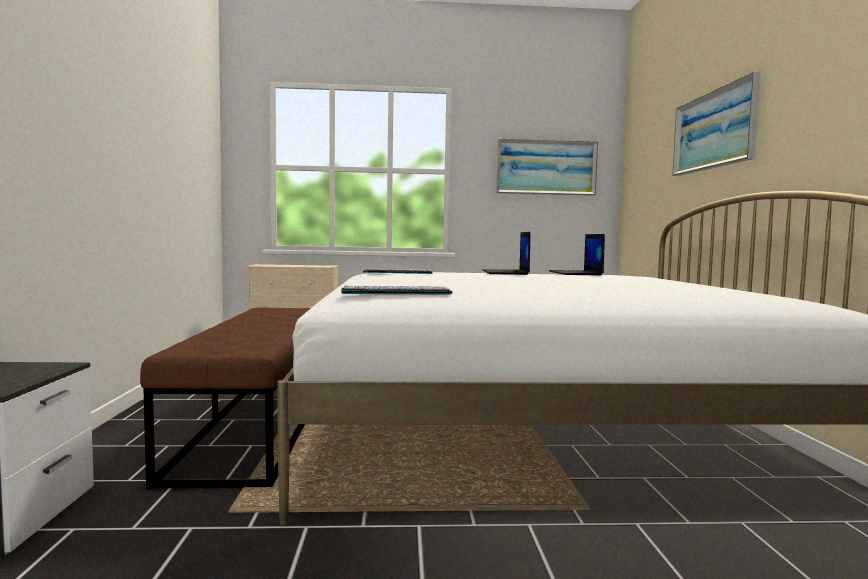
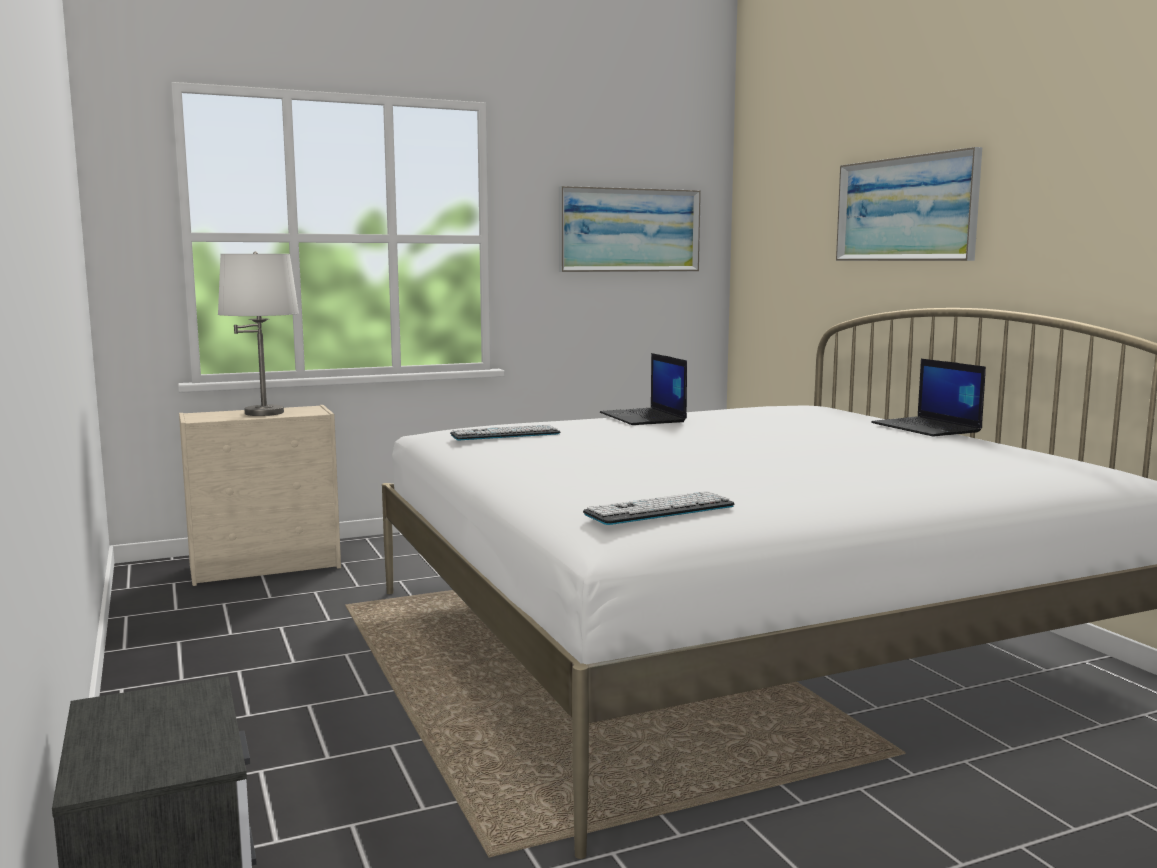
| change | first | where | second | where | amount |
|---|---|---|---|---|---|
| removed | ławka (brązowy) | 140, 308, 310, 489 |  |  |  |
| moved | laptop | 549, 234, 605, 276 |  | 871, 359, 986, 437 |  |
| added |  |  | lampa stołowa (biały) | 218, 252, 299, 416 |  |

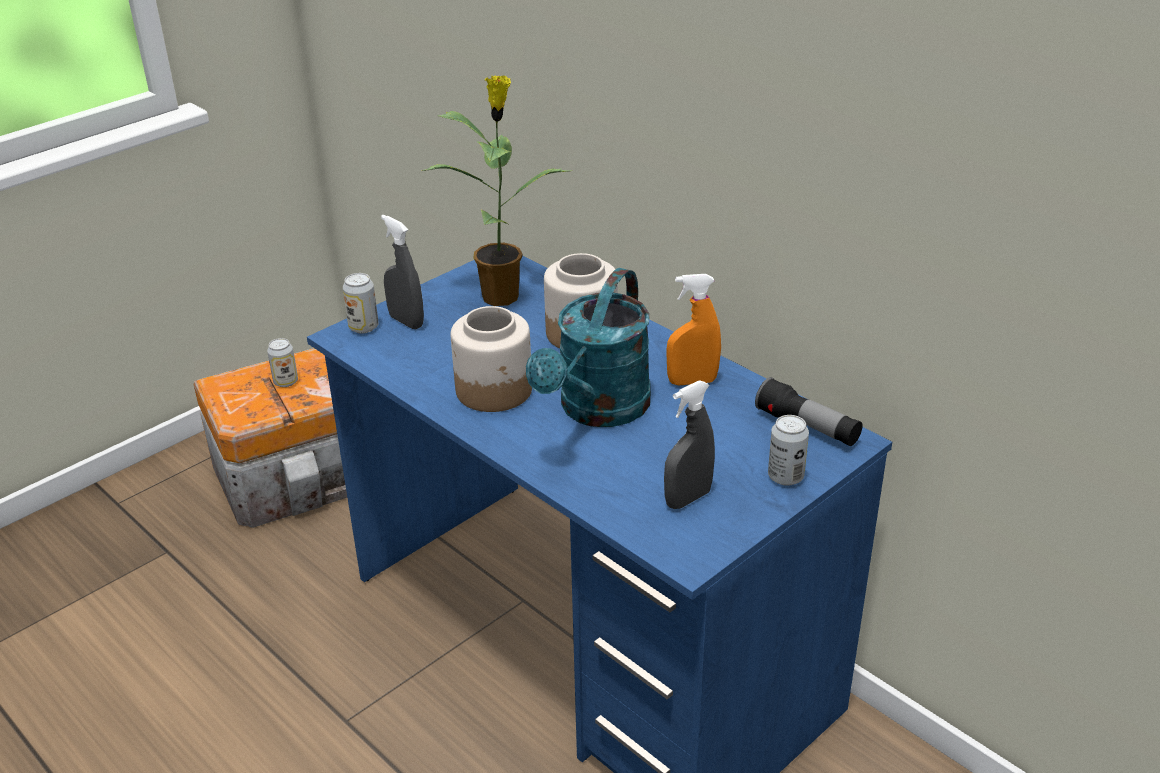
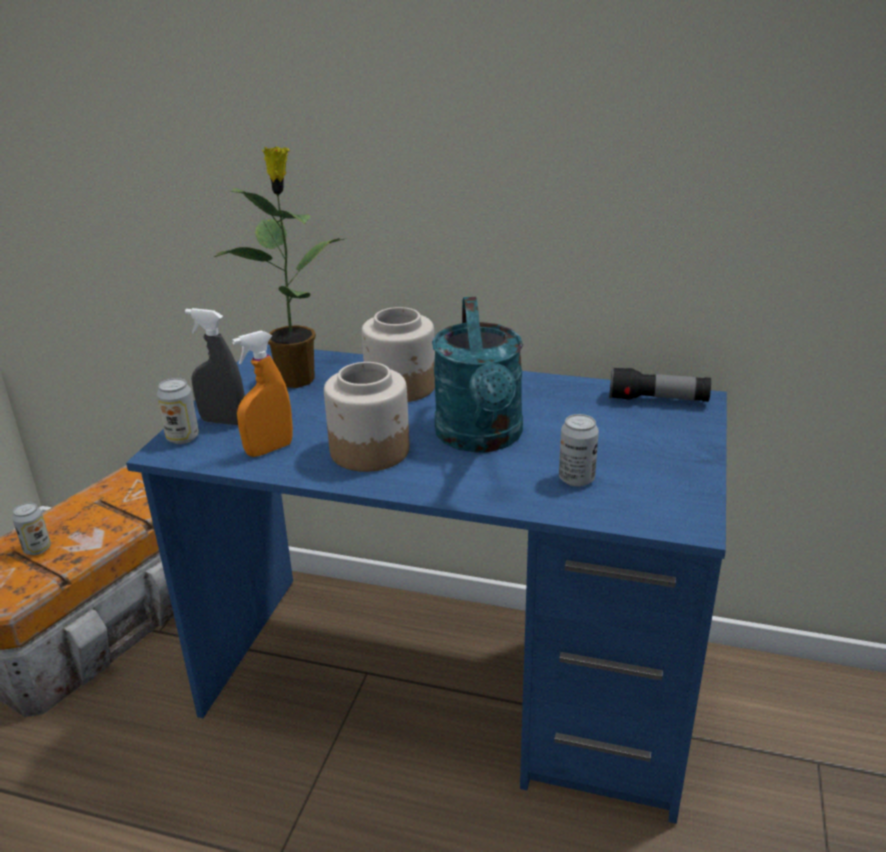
| change | first | where | second | where | amount |
|---|---|---|---|---|---|
| removed | spryskiwacz (szary) | 664, 380, 715, 509 |  |  |  |
| moved | spryskiwacz (pomarańczowy) | 666, 274, 721, 385 |  | 232, 331, 293, 457 |  |
| moved | puszka | 768, 415, 809, 486 |  | 559, 414, 599, 487 |  |

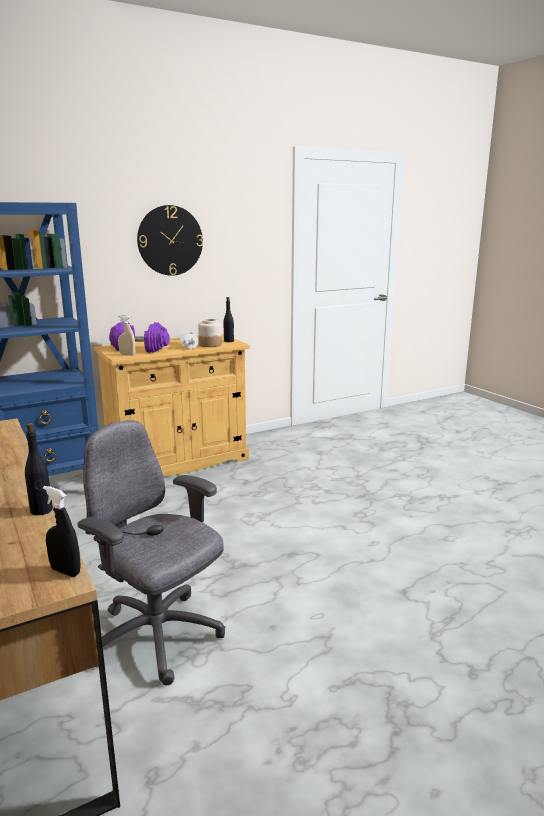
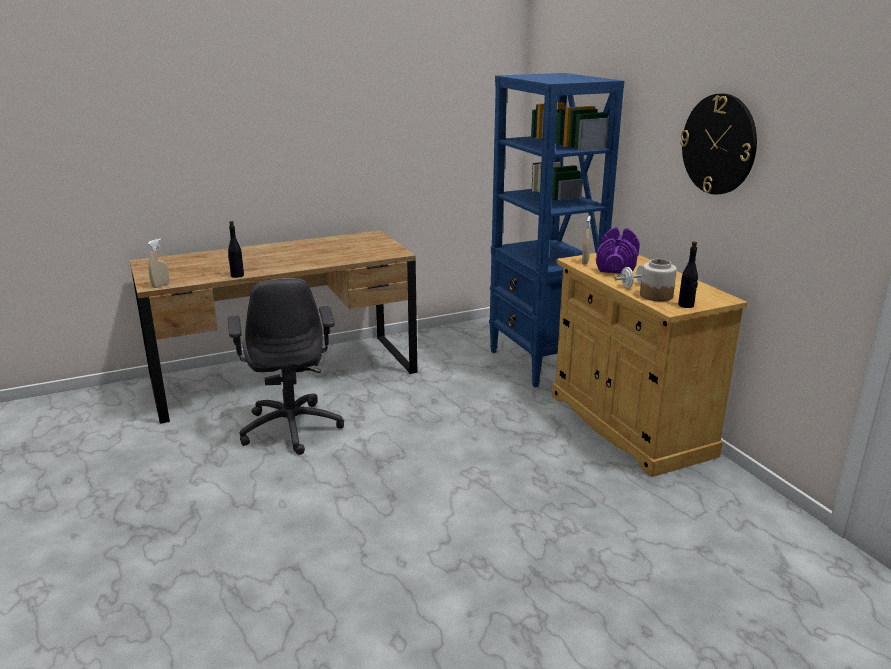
| change | first | where | second | where | amount |
|---|---|---|---|---|---|
| recoloured | spryskiwacz (czarny) | 43, 486, 81, 577 | spryskiwacz (beżowy) | 148, 238, 169, 288 |  |
| turned | krzesło biurowe (szary) | 77, 420, 225, 685 |  | 228, 278, 344, 455 | 120 degrees clockwise |

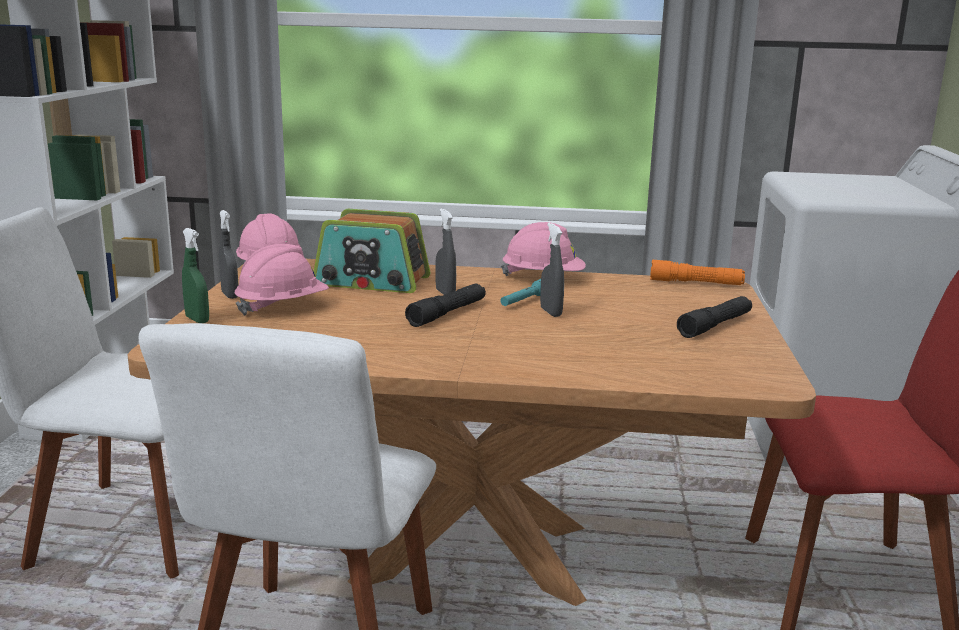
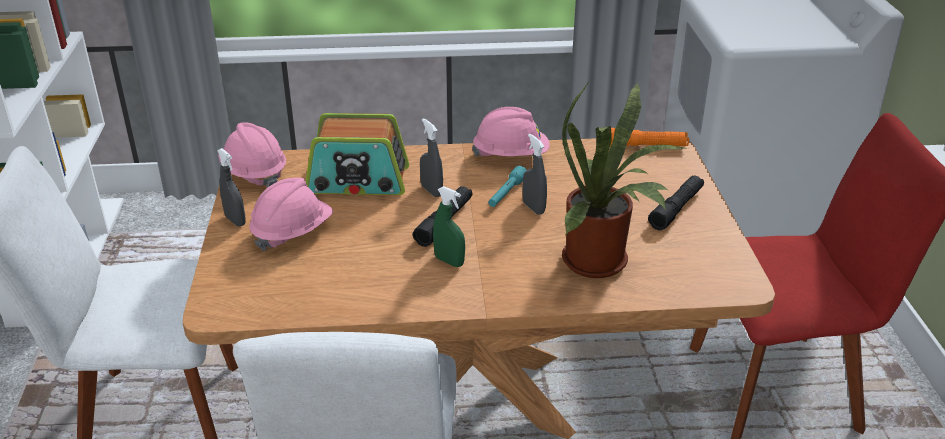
| change | first | where | second | where | amount |
|---|---|---|---|---|---|
| moved | spryskiwacz (zielony) | 182, 228, 209, 323 |  | 433, 186, 465, 267 |  |
| added |  |  | roślina doniczkowa | 562, 83, 688, 278 |  |

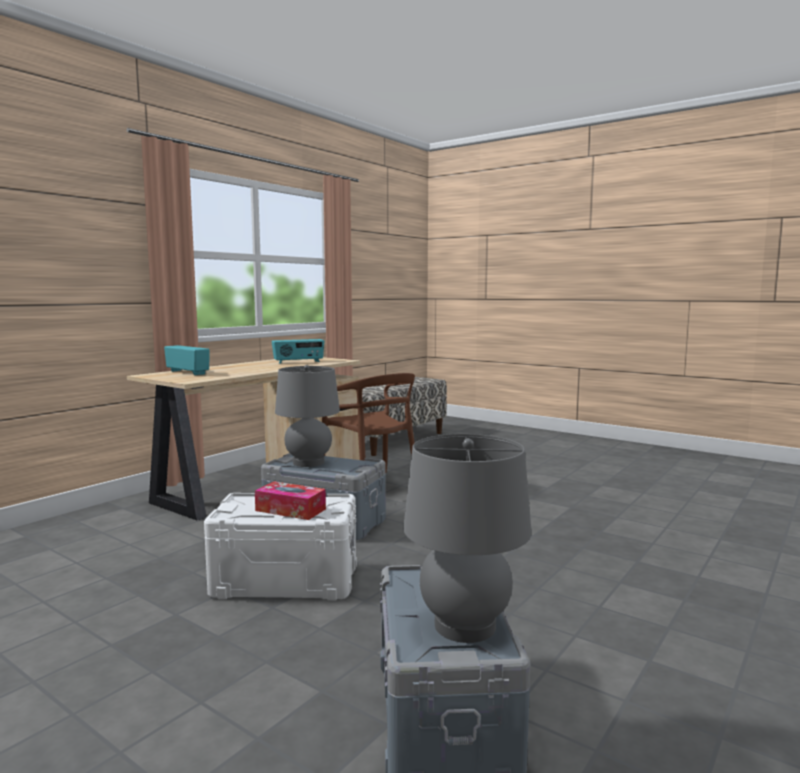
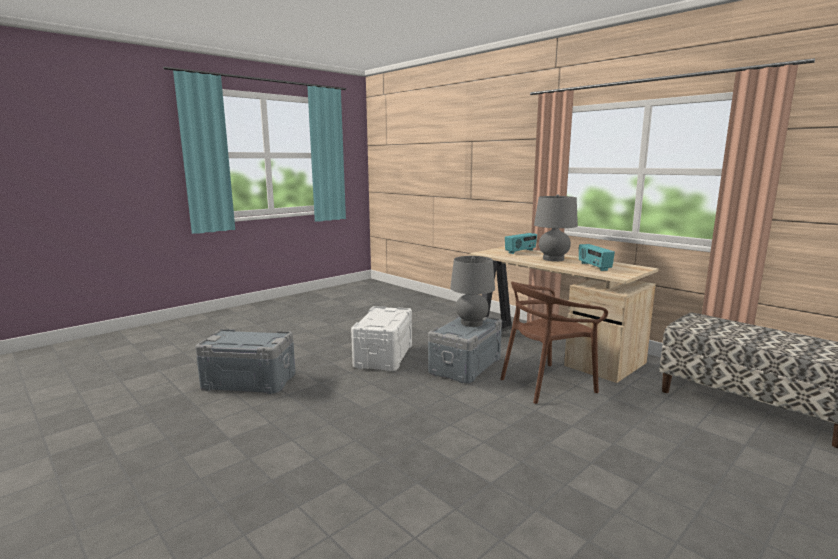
| change | first | where | second | where | amount |
|---|---|---|---|---|---|
| removed | pudełko chusteczek | 255, 482, 326, 520 |  |  |  |
| moved | lampa stołowa (szary) | 403, 434, 532, 643 |  | 534, 194, 578, 261 |  |

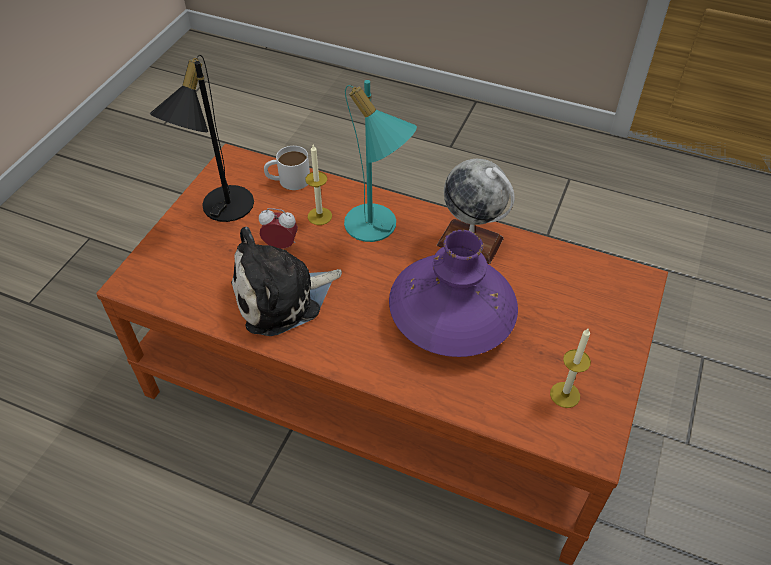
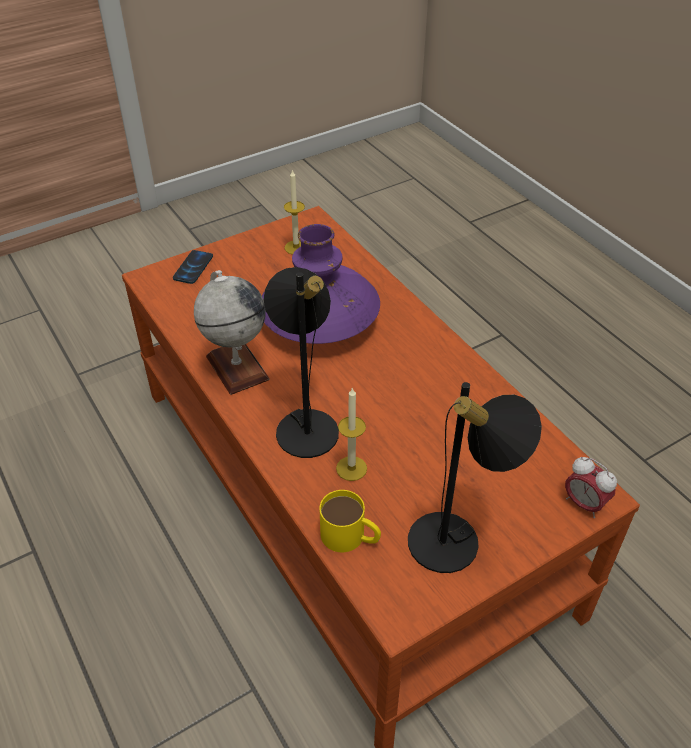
| change | first | where | second | where | amount |
|---|---|---|---|---|---|
| removed | pluszak | 231, 227, 342, 336 |  |  |  |
| moved | budzik | 259, 208, 298, 249 |  | 565, 457, 617, 518 |  |
| recoloured | kubek (biały) | 264, 146, 310, 190 | kubek (żółty) | 320, 490, 381, 552 |  |
| recoloured | lampa stołowa (turkusowy) | 344, 80, 417, 242 | lampa stołowa (czarny) | 264, 267, 339, 458 |  |
| added |  |  | telefon | 173, 250, 213, 284 |  |

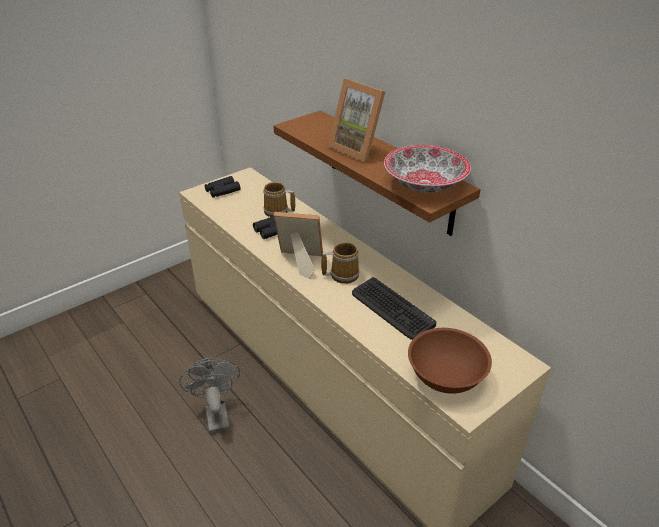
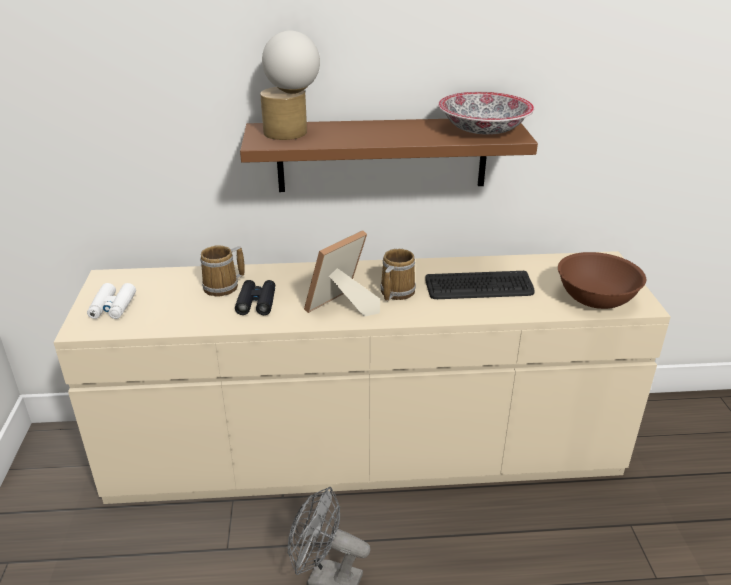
| change | first | where | second | where | amount |
|---|---|---|---|---|---|
| recoloured | lornetka (czarny) | 205, 176, 241, 197 | lornetka (biały) | 87, 283, 136, 319 |  |
| removed | ramka na zdjęcie | 328, 79, 386, 162 |  |  |  |
| added |  |  | lampa stołowa | 260, 31, 320, 140 |  |

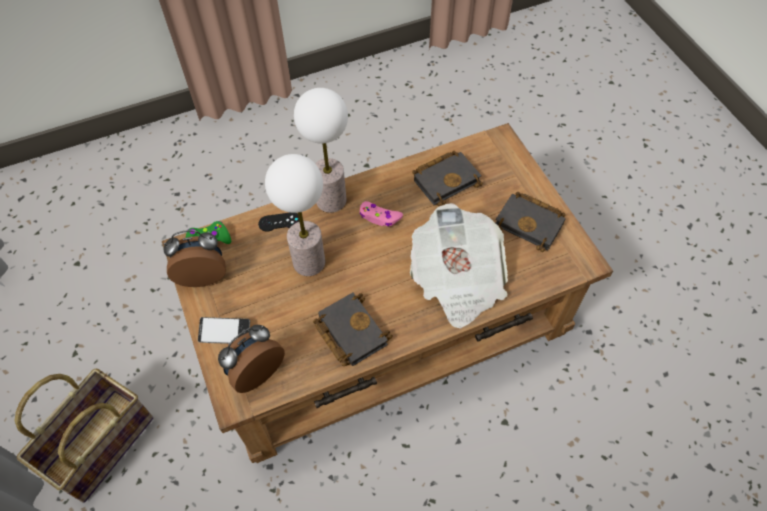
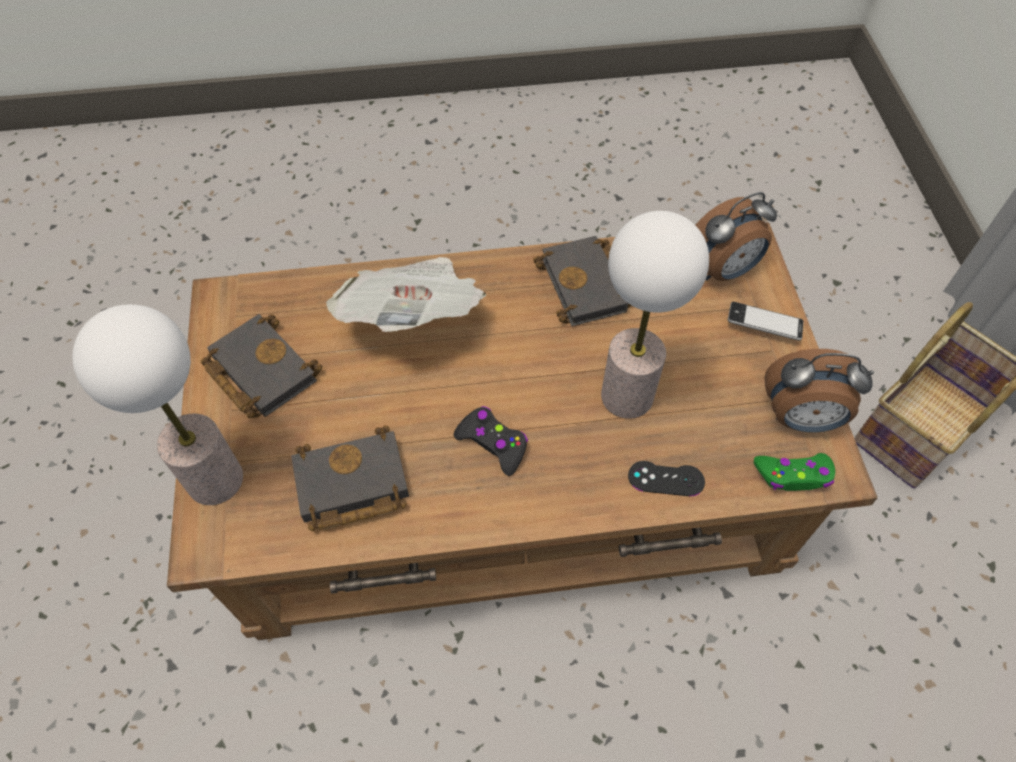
| change | first | where | second | where | amount |
|---|---|---|---|---|---|
| moved | lampa stołowa | 294, 88, 348, 213 |  | 72, 304, 243, 505 |  |
| recoloured | pad do gier (różowy) | 360, 201, 403, 227 | pad do gier (czarny) | 454, 406, 528, 476 |  |

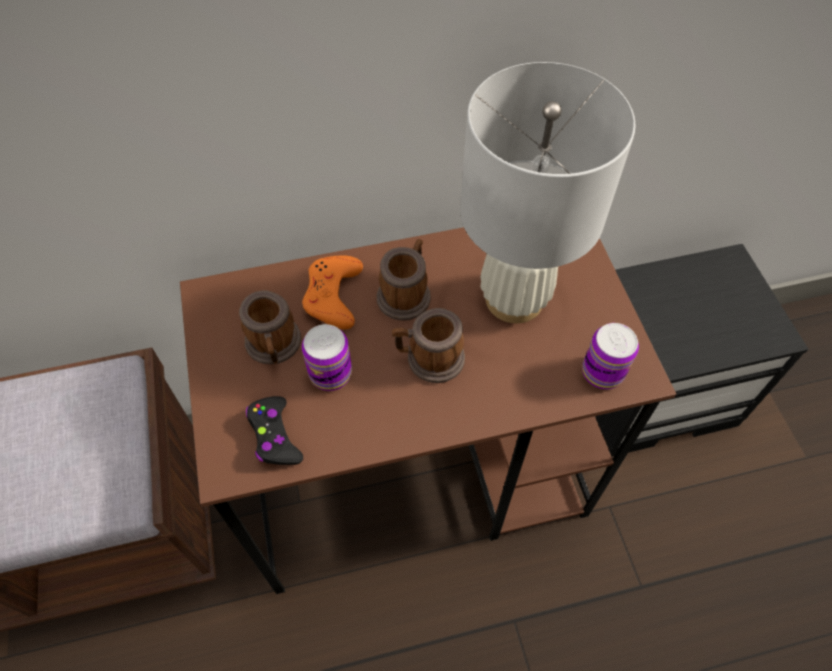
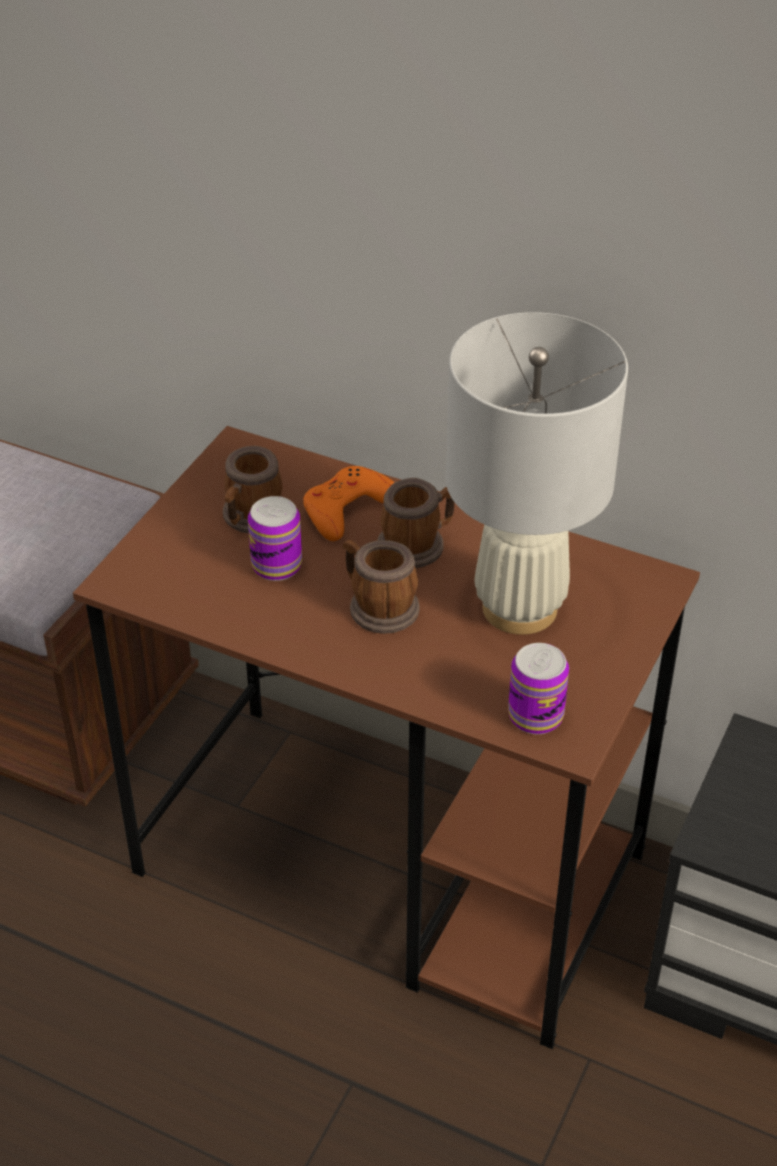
| change | first | where | second | where | amount |
|---|---|---|---|---|---|
| removed | pad do gier (czarny) | 246, 396, 303, 465 |  |  |  |

